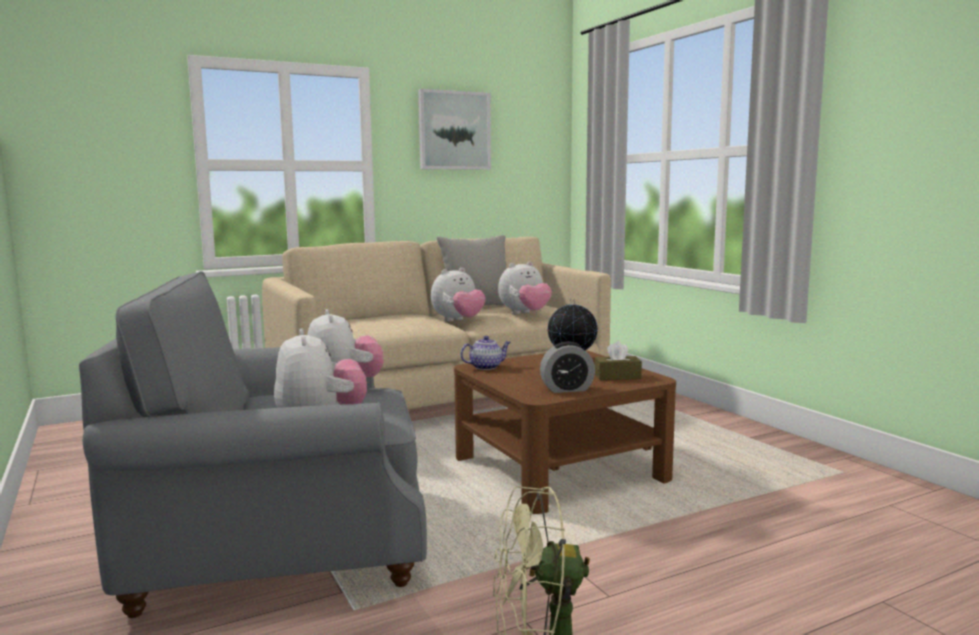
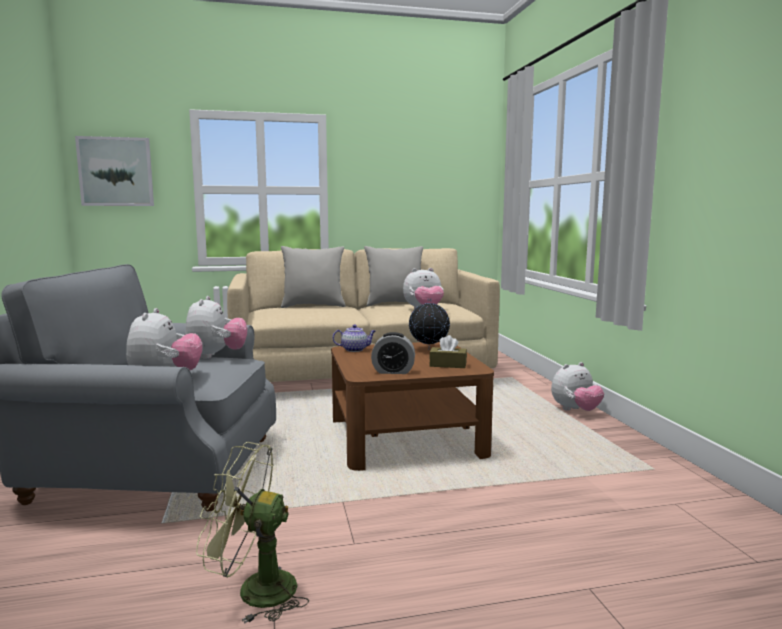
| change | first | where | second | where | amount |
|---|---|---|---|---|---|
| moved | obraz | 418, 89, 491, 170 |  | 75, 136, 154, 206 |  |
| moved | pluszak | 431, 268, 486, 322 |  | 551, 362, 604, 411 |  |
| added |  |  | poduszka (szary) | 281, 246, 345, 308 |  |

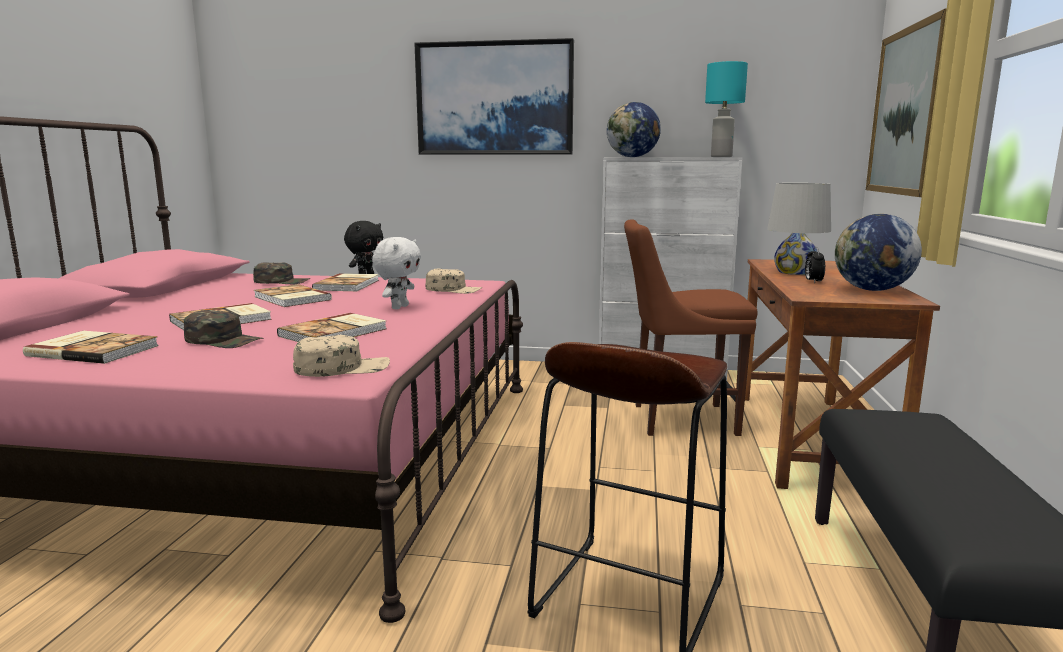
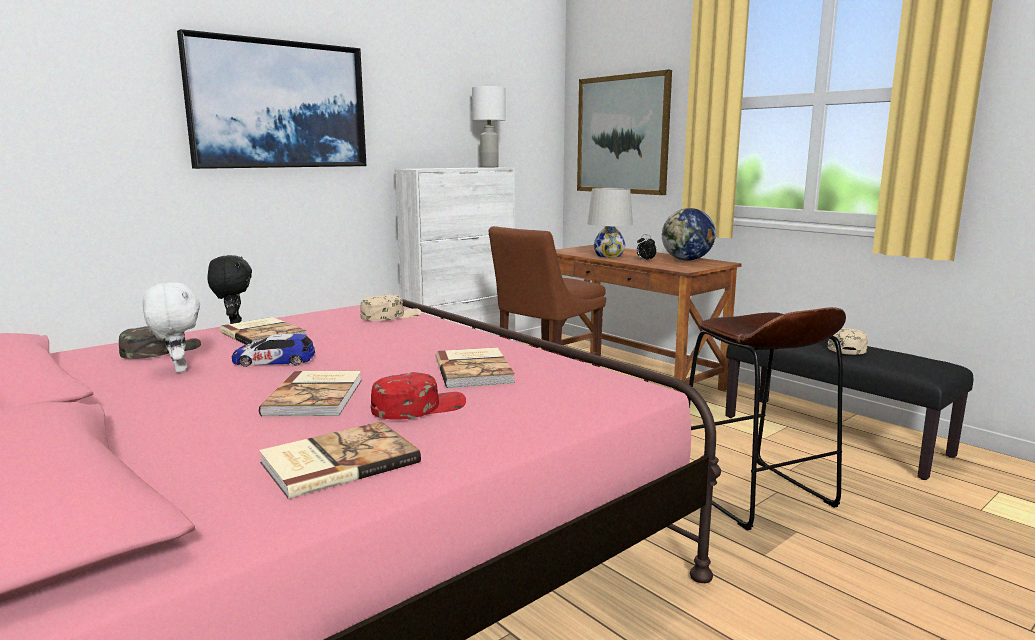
| change | first | where | second | where | amount |
|---|---|---|---|---|---|
| recoloured | czapka z daszkiem (zielony) | 184, 310, 263, 348 | czapka z daszkiem (czerwony) | 371, 372, 466, 420 |  |
| replaced | książka | 254, 284, 332, 307 | samochodzik | 232, 333, 315, 367 |  |
| moved | czapka z daszkiem (beżowy) | 293, 335, 390, 377 |  | 828, 328, 868, 355 |  |
| moved | pluszak (biały) | 372, 237, 421, 309 |  | 143, 282, 200, 373 |  |
| removed | globus | 607, 102, 661, 157 |  |  |  |
| recoloured | lampa stołowa (turkusowy) | 705, 61, 748, 157 | lampa stołowa (biały) | 472, 86, 506, 167 |  |

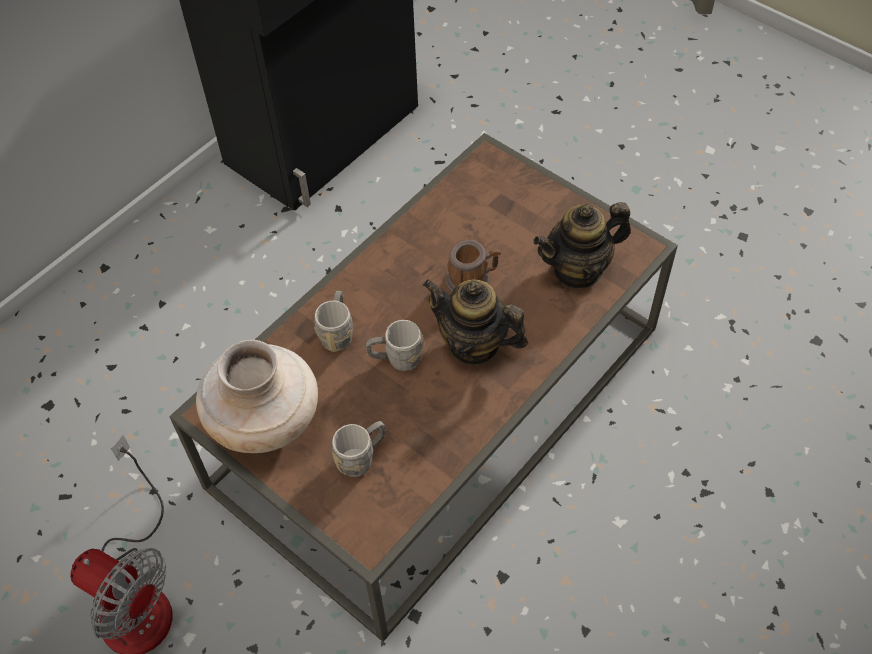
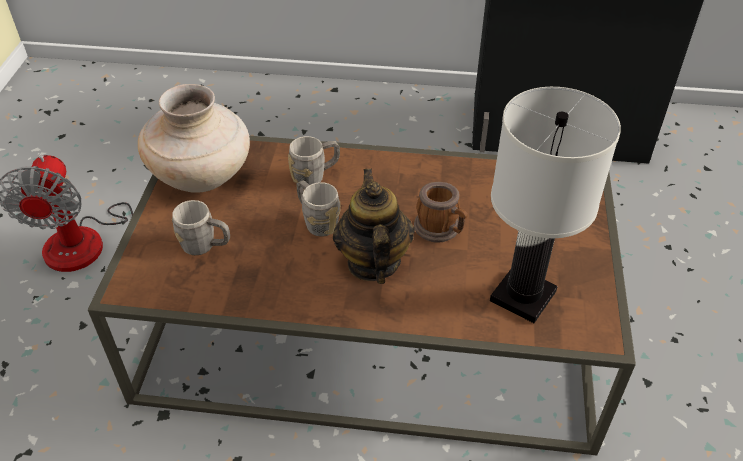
| change | first | where | second | where | amount |
|---|---|---|---|---|---|
| replaced | imbryk | 534, 202, 631, 289 | lampa stołowa (biały) | 490, 87, 621, 323 |  |

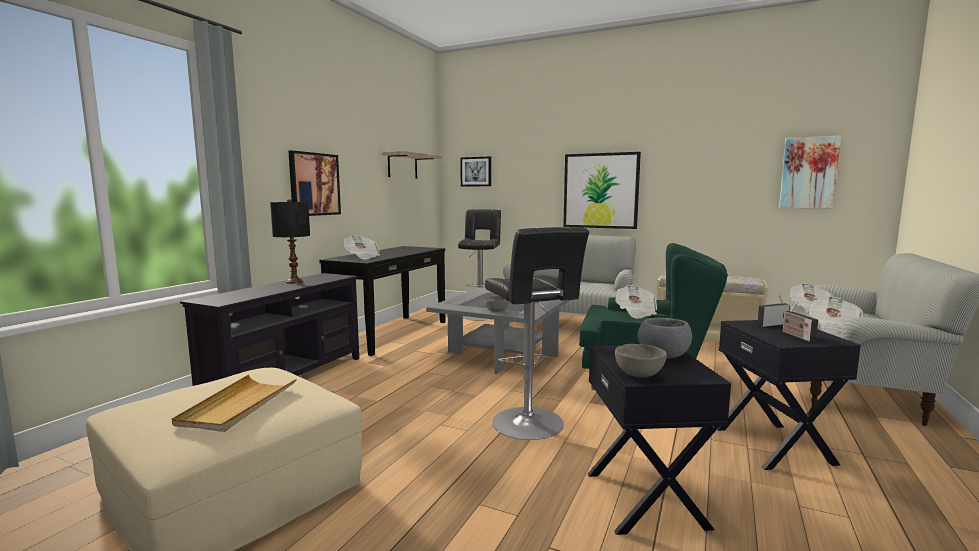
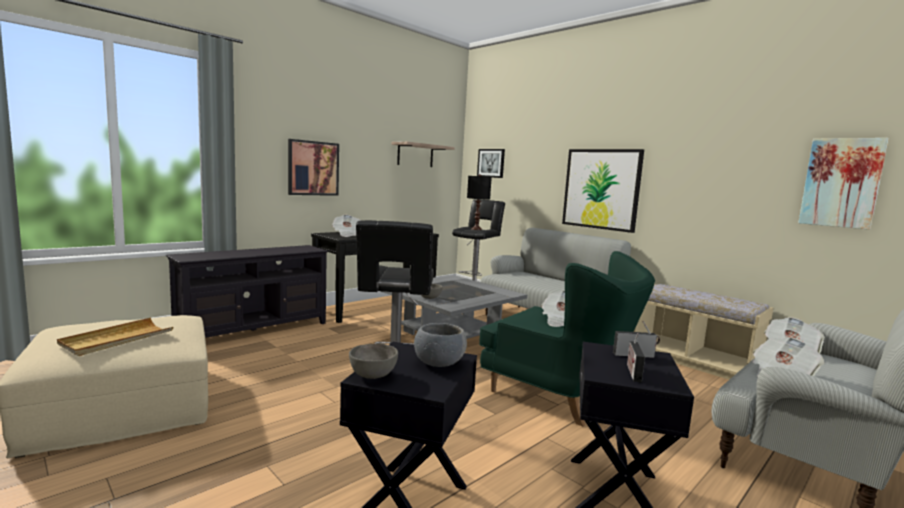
| change | first | where | second | where | amount |
|---|---|---|---|---|---|
| moved | lampa stołowa (czarny) | 270, 199, 310, 284 |  | 467, 174, 492, 230 |  |

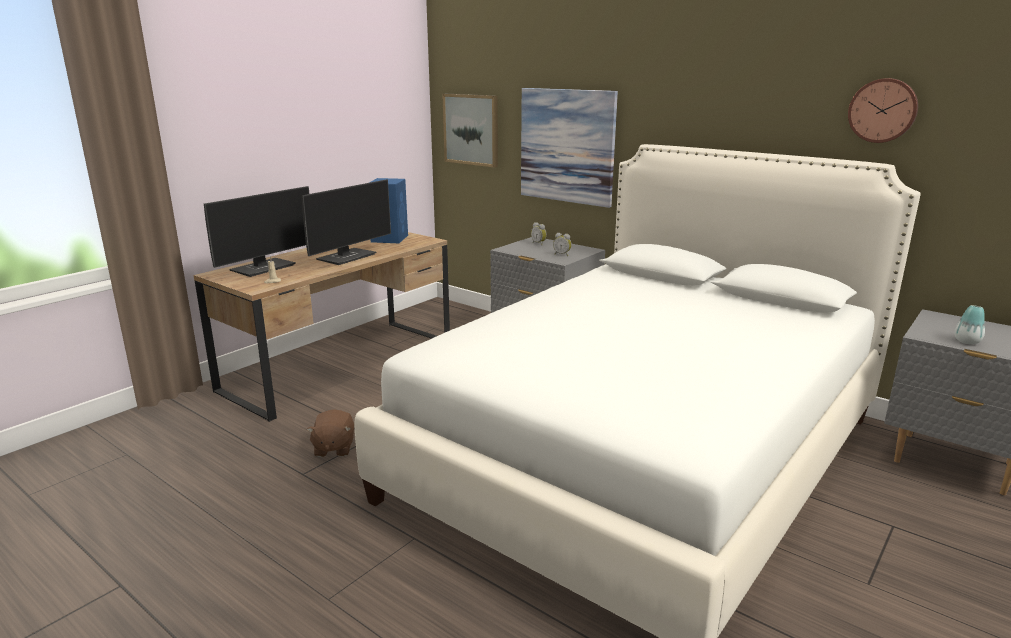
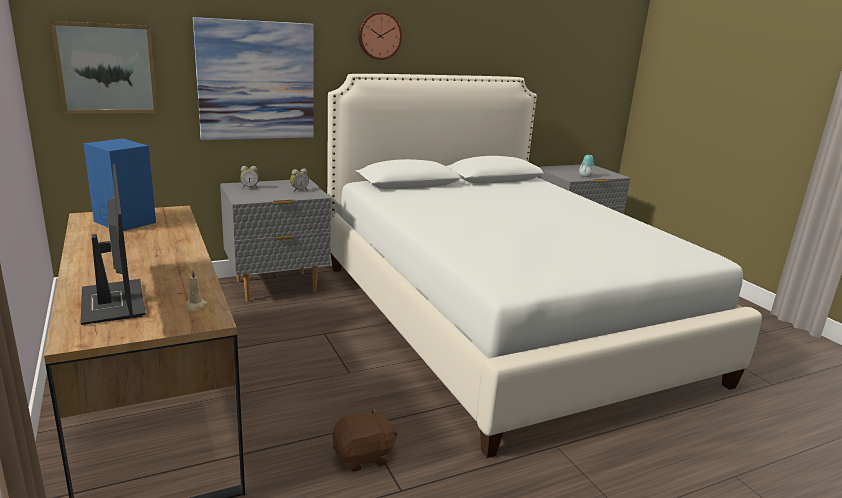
| change | first | where | second | where | amount |
|---|---|---|---|---|---|
| removed | monitor | 302, 179, 391, 265 |  |  |  |
| turned | pluszak (brązowy) | 306, 409, 354, 457 |  | 332, 408, 398, 472 | 45 degrees counterclockwise |
| moved | zegar ścienny | 848, 78, 918, 143 |  | 358, 12, 402, 60 |  |

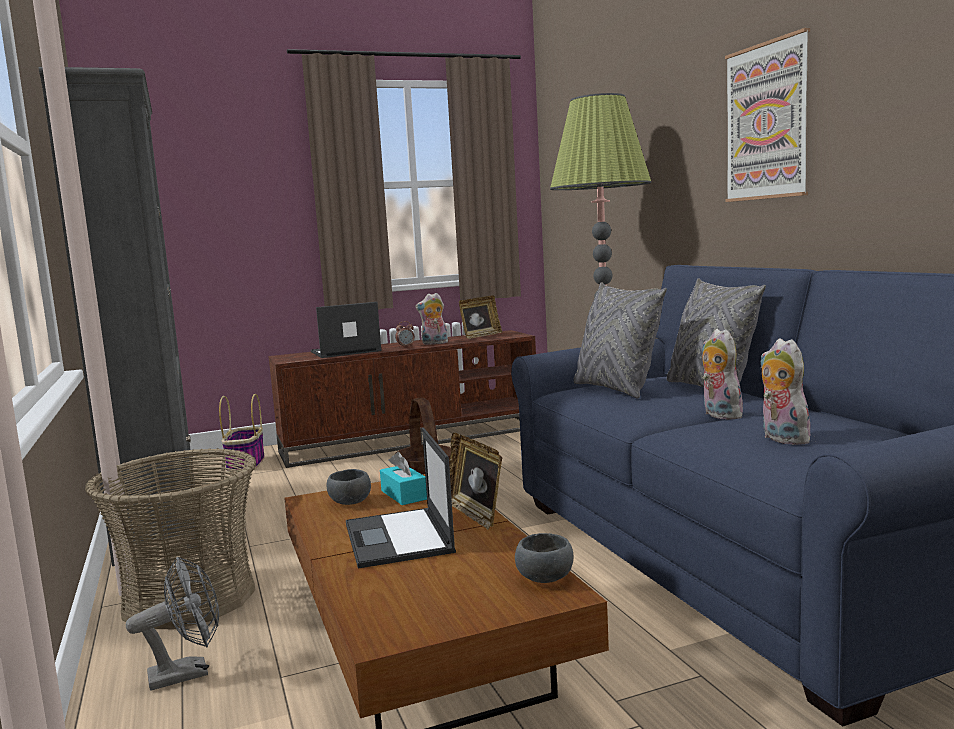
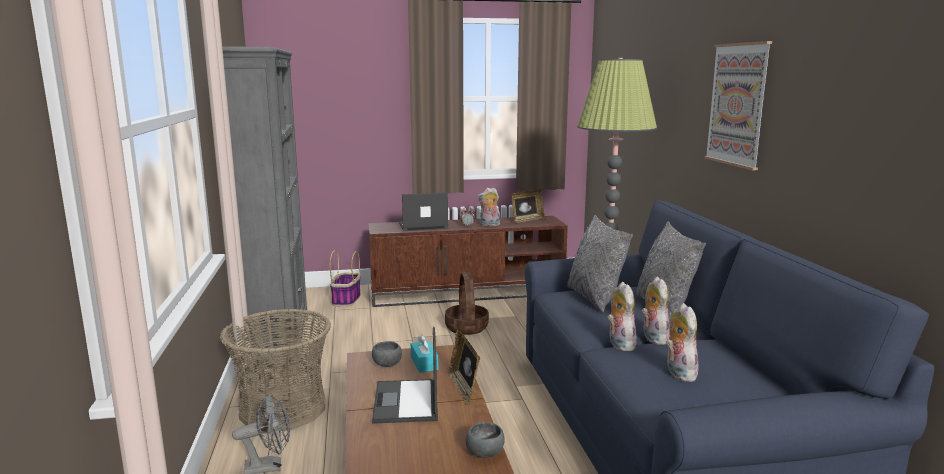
| change | first | where | second | where | amount |
|---|---|---|---|---|---|
| added |  |  | pluszak | 607, 282, 637, 351 |  |

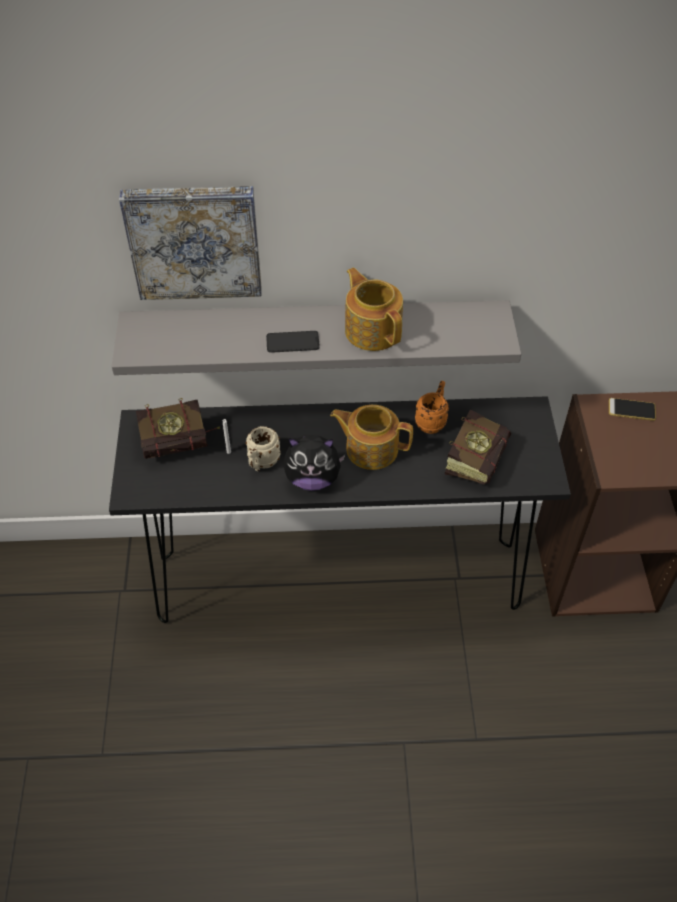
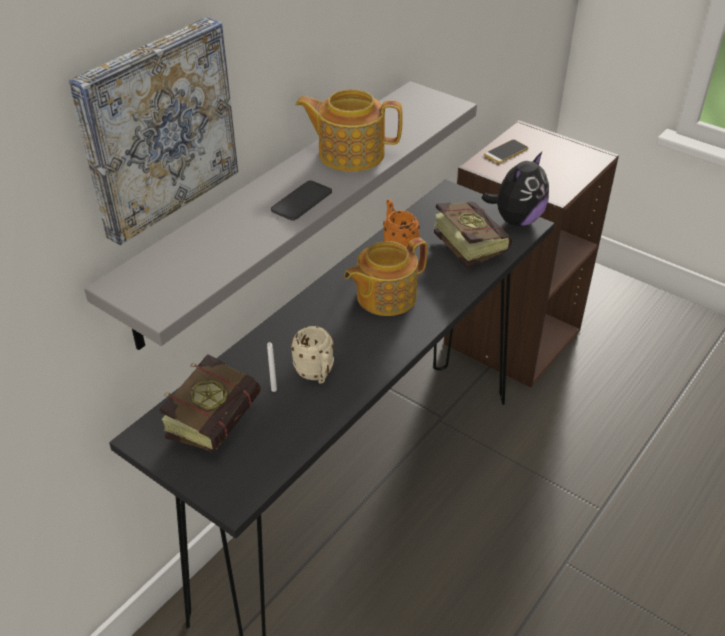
| change | first | where | second | where | amount |
|---|---|---|---|---|---|
| moved | pluszak | 283, 435, 346, 491 |  | 482, 152, 549, 226 |  |

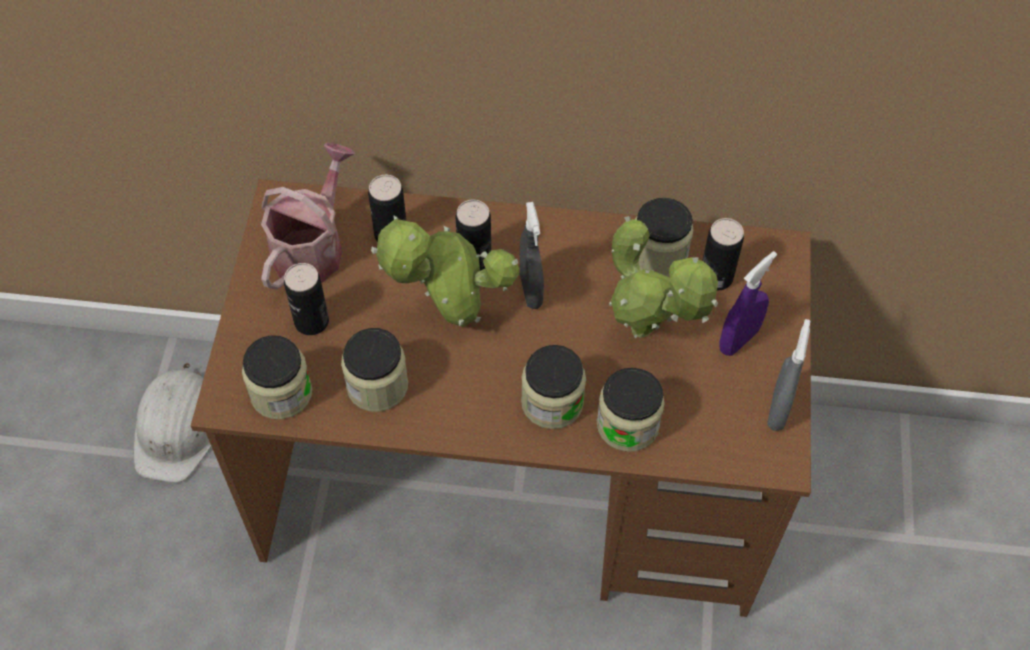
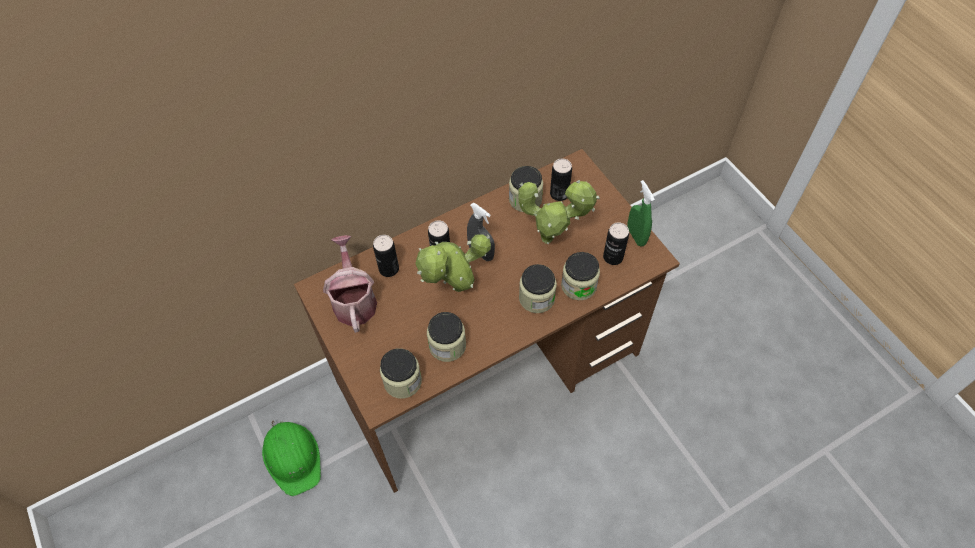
| change | first | where | second | where | amount |
|---|---|---|---|---|---|
| recoloured | kask (biały) | 133, 363, 212, 483 | kask (zielony) | 262, 421, 321, 496 |  |
| moved | puszka | 284, 263, 329, 335 |  | 603, 223, 629, 265 |  |
| removed | spryskiwacz (fioletowy) | 719, 251, 777, 356 |  |  |  |
| recoloured | spryskiwacz (szary) | 767, 319, 810, 431 | spryskiwacz (zielony) | 628, 180, 655, 247 |  |

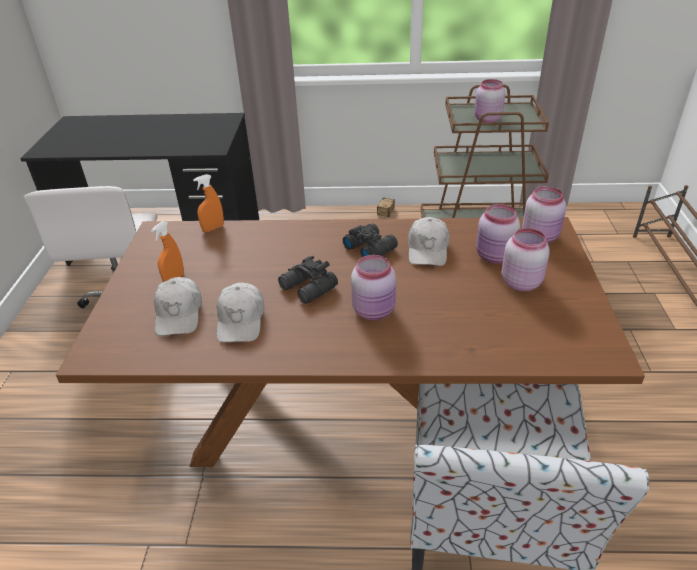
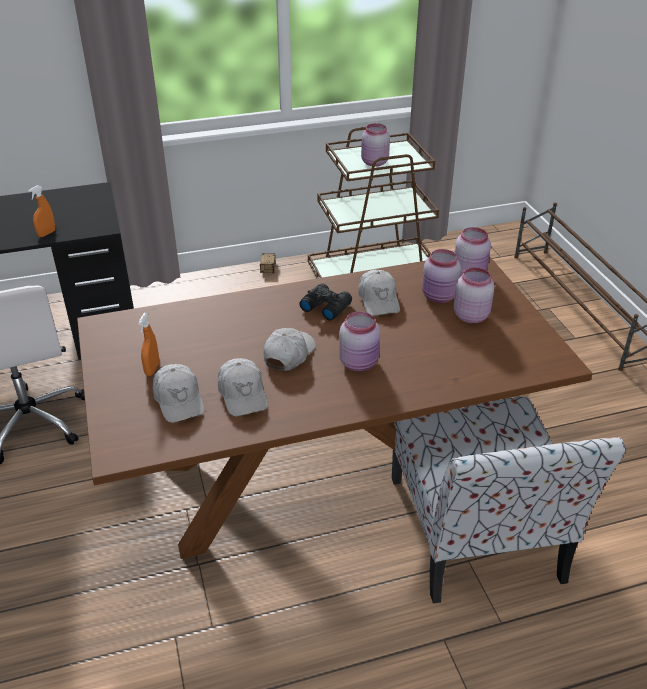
| change | first | where | second | where | amount |
|---|---|---|---|---|---|
| moved | spryskiwacz (pomarańczowy) | 193, 174, 224, 232 |  | 28, 185, 55, 237 |  |
| replaced | lornetka (czarny) | 278, 256, 338, 304 | czapka z daszkiem (biały) | 263, 328, 316, 371 |  |

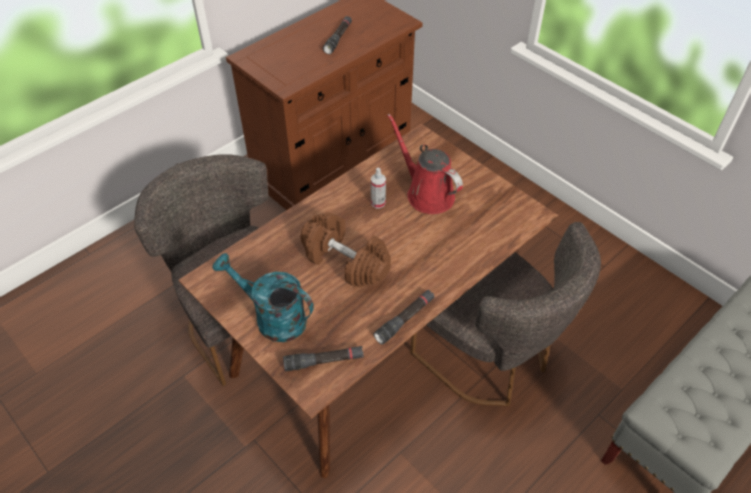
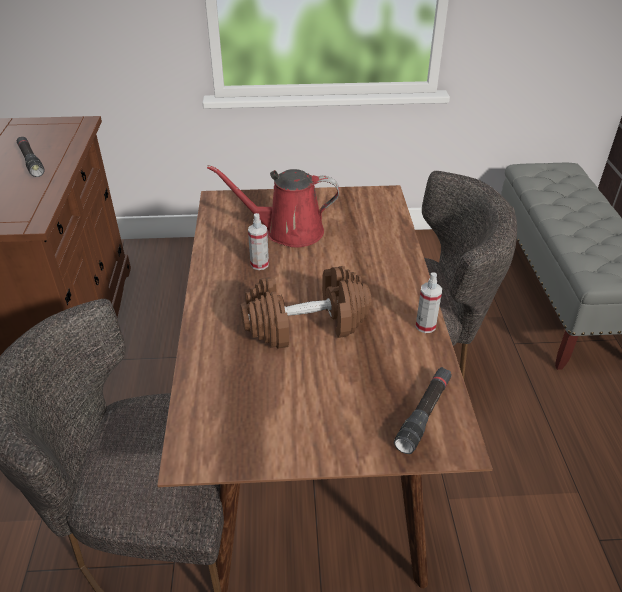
| change | first | where | second | where | amount |
|---|---|---|---|---|---|
| removed | konewka (turkusowy) | 213, 253, 314, 342 |  |  |  |
| replaced | latarka (czarny) | 374, 290, 435, 345 | spryskiwacz | 416, 273, 442, 333 |  |

